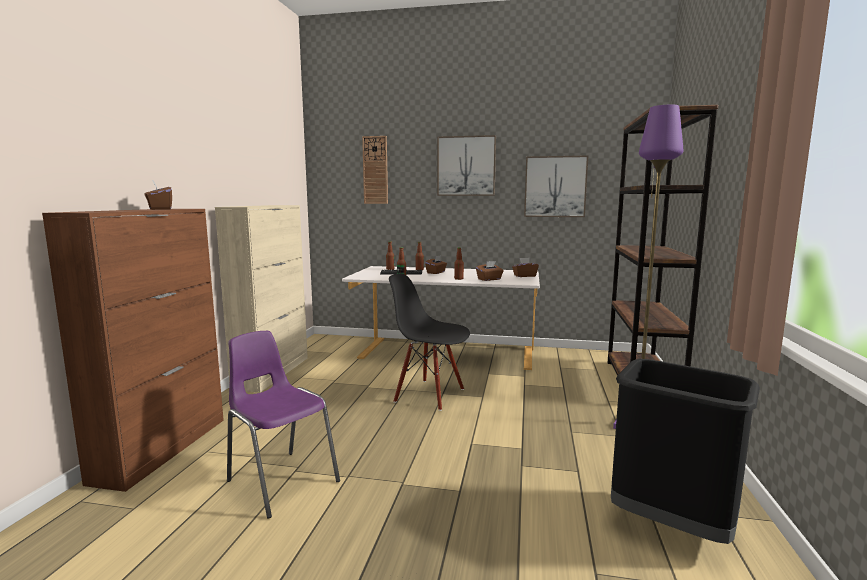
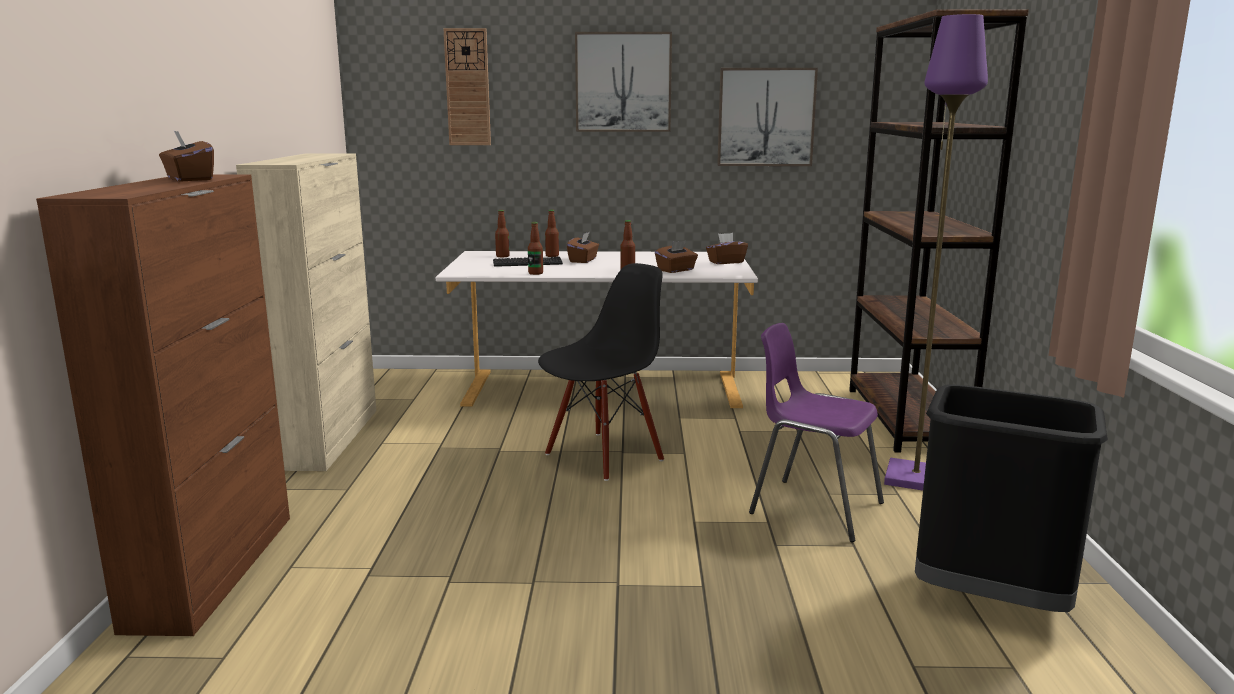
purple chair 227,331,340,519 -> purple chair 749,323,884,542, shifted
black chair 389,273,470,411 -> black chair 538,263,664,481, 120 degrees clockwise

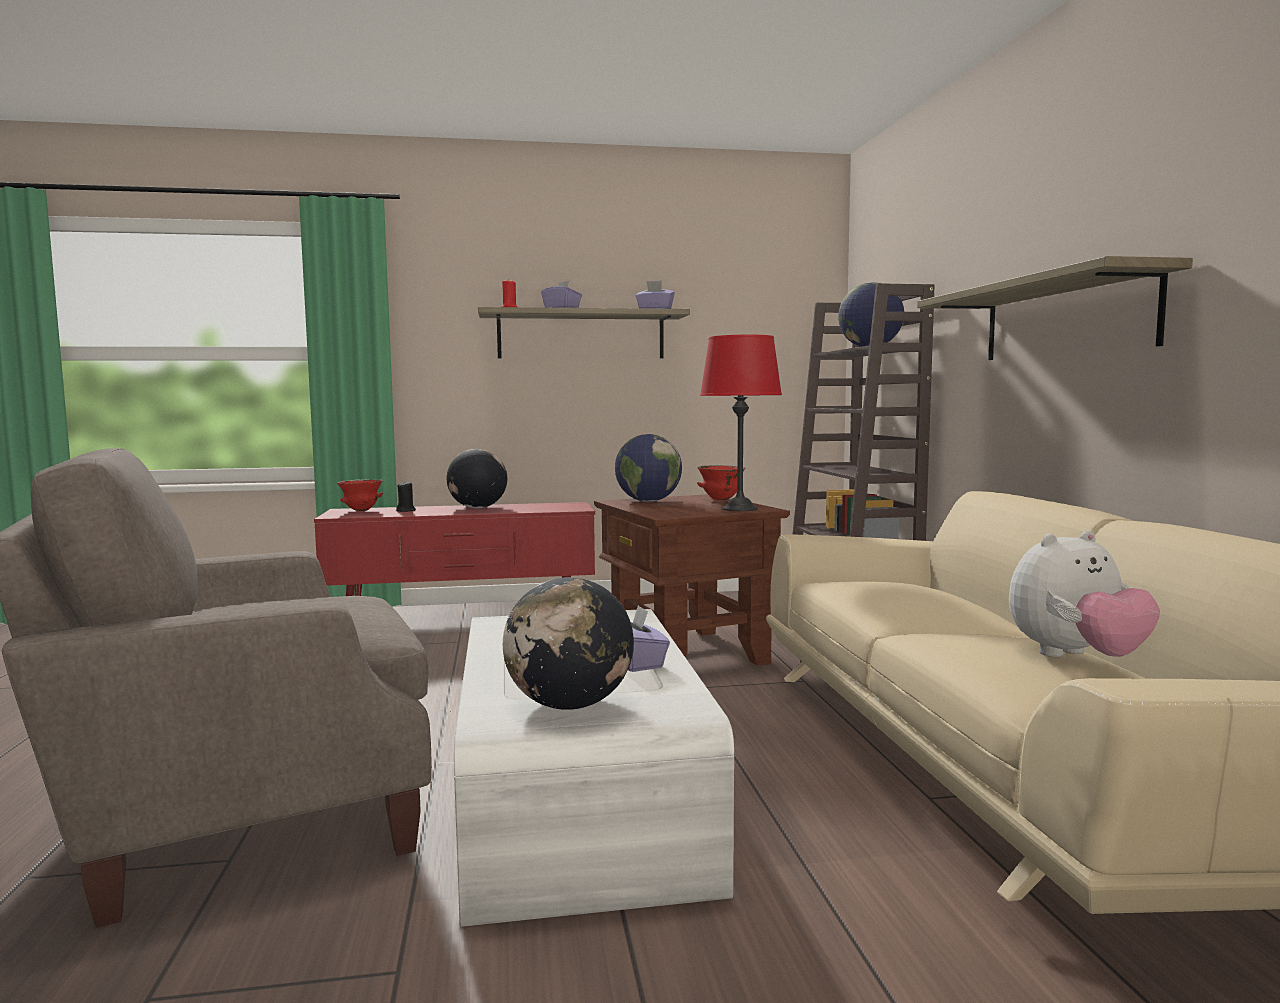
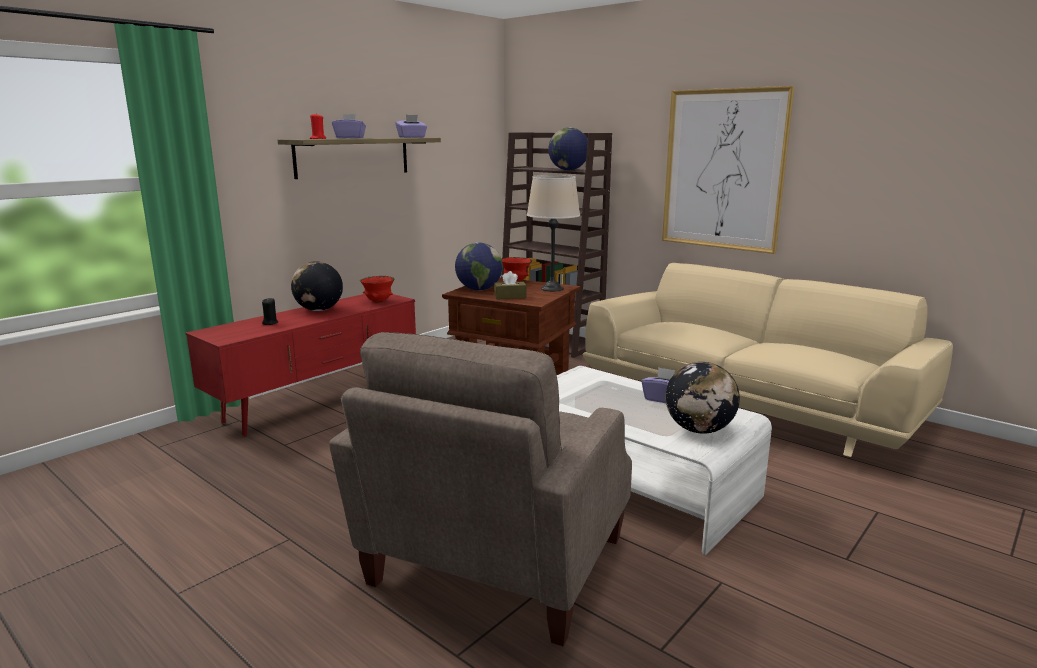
red bowl 337,479,383,511 -> red bowl 360,276,395,302, shifted
red table lamp 700,334,782,511 -> beige table lamp 527,175,580,291
shelf 917,256,1193,360 -> picture 662,86,795,254
plush toy 1009,531,1160,657 -> none
none -> brown tissue box 494,271,527,299

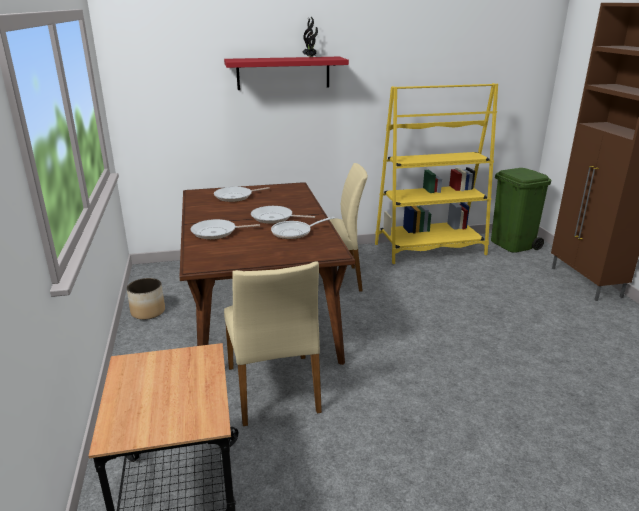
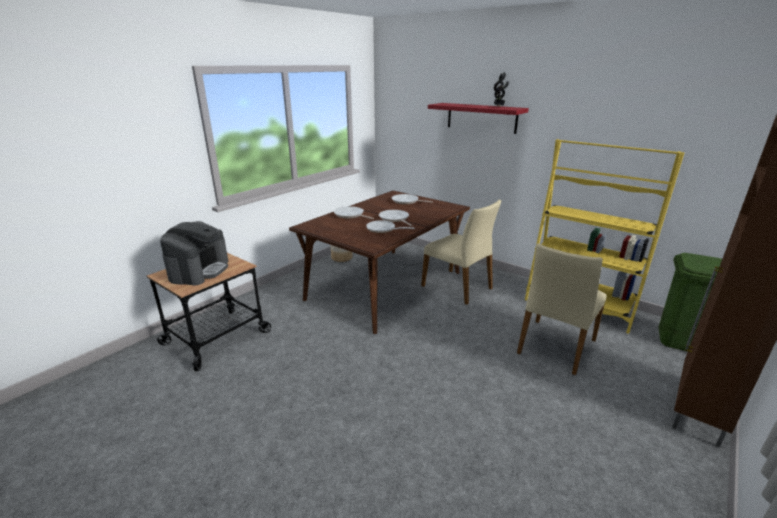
beige chair 224,261,322,426 -> beige chair 517,243,607,375, shifted
none -> coffee machine 160,221,229,286

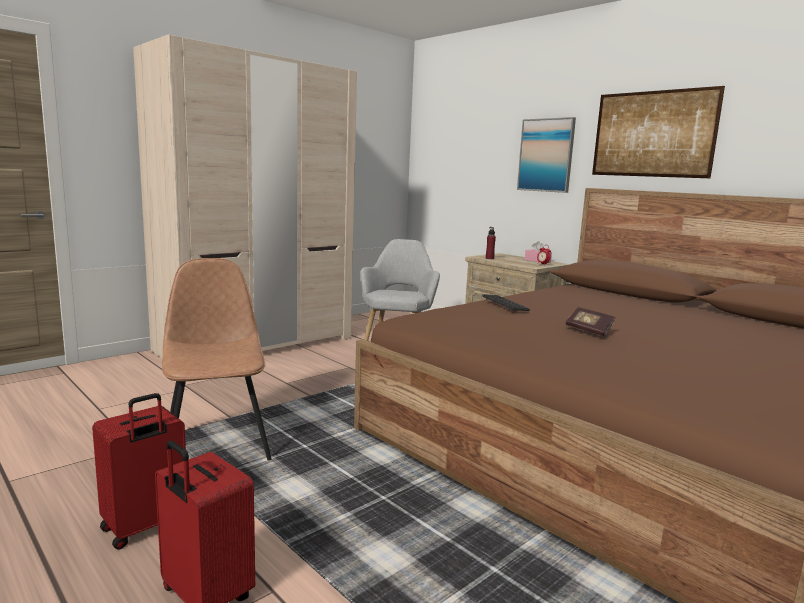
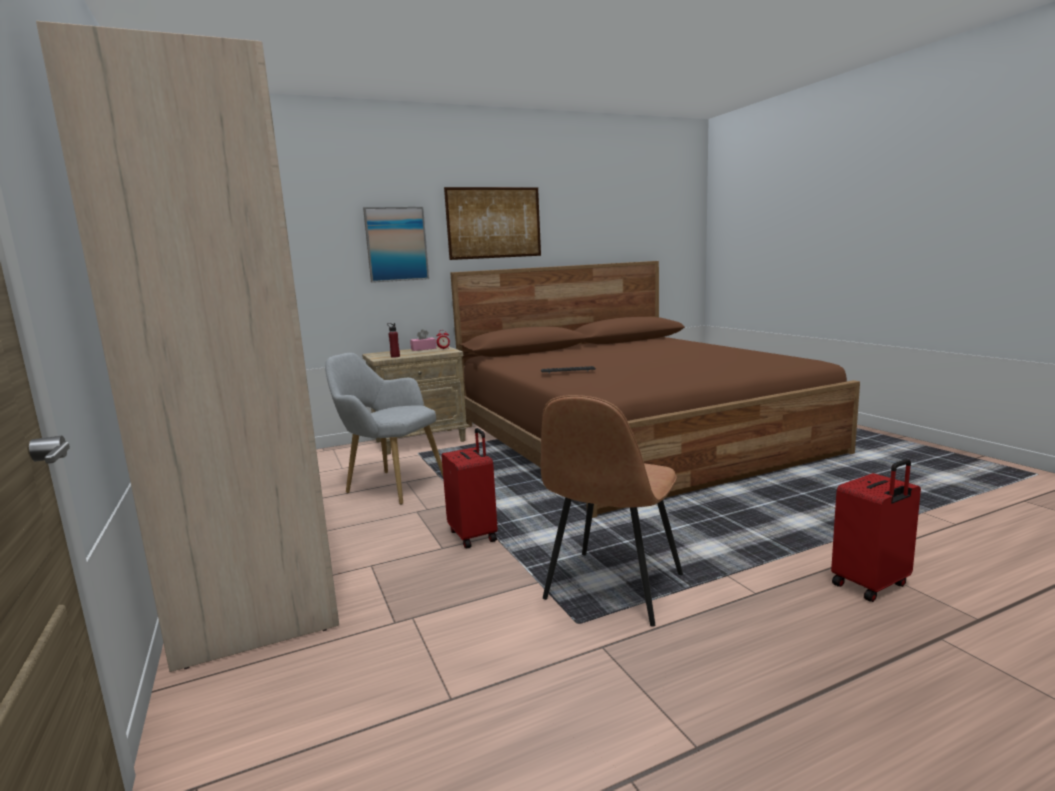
red suitcase 92,393,186,549 -> red suitcase 442,428,498,548, shifted
brown chair 162,258,271,460 -> brown chair 540,395,683,627, 60 degrees counterclockwise
book 566,307,615,336 -> none

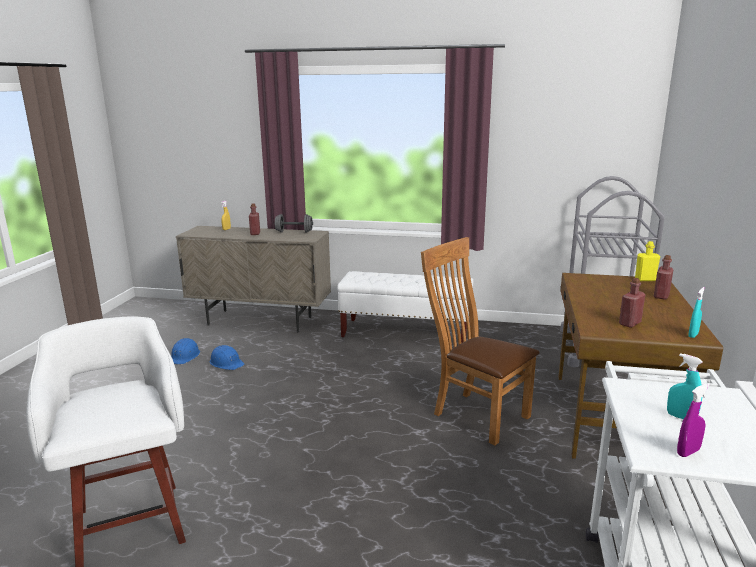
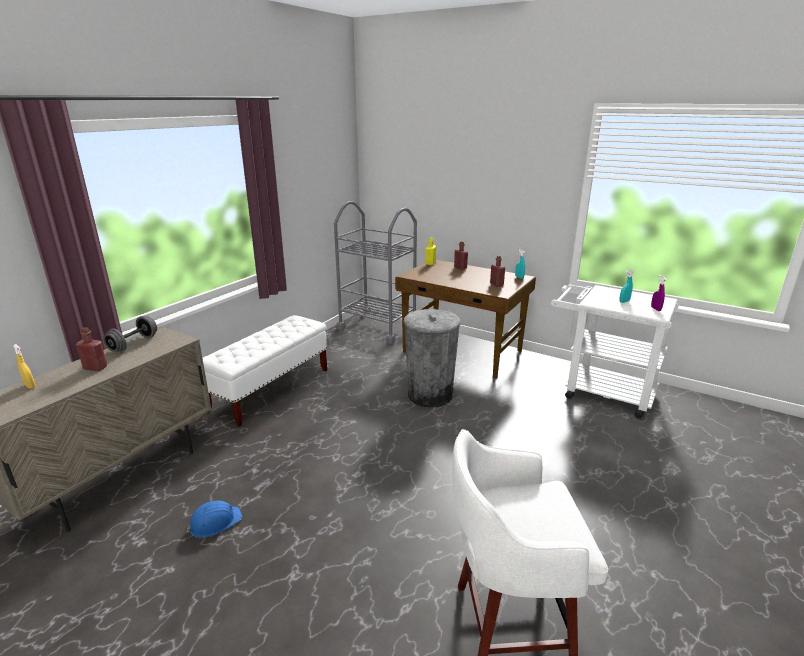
blue hard hat 171,338,200,364 -> none
brown chair 421,237,540,445 -> grey trash can 404,309,461,407

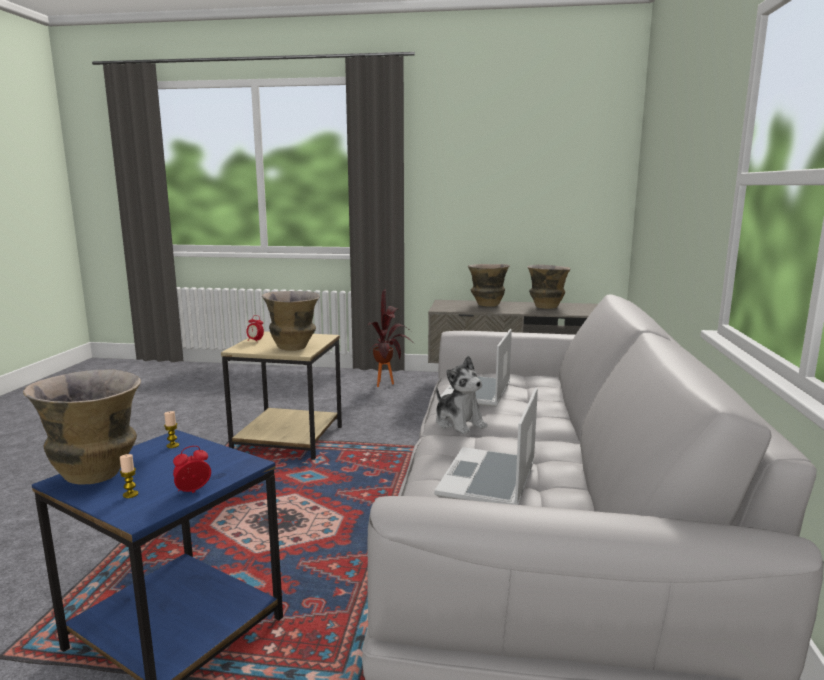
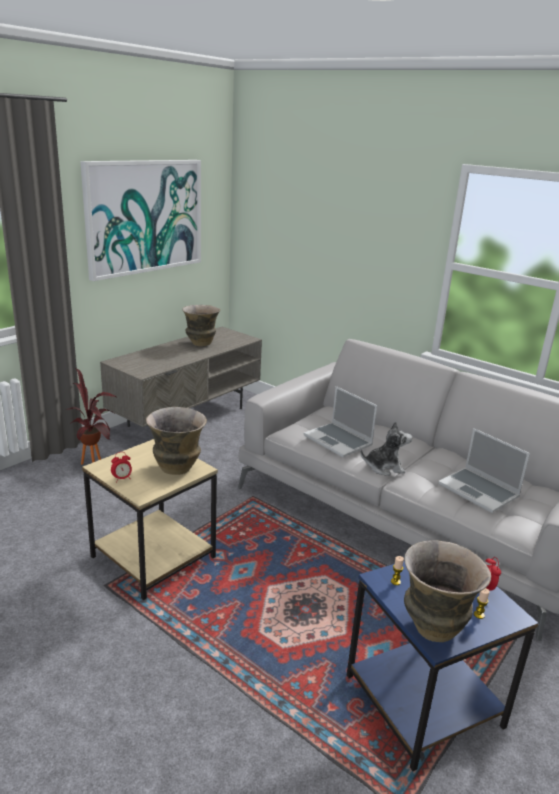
vase 468,264,510,307 -> none
none -> picture 80,160,201,281

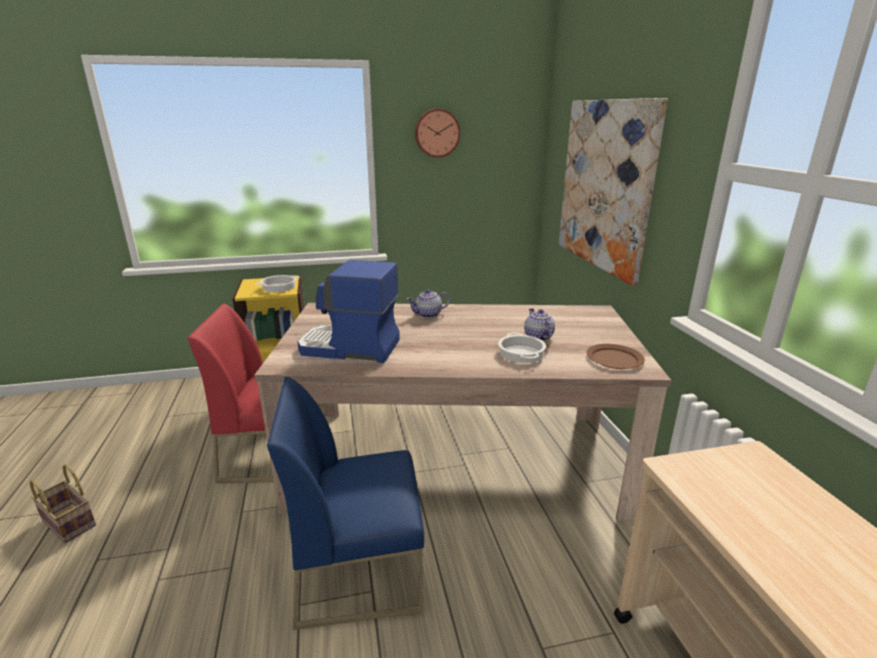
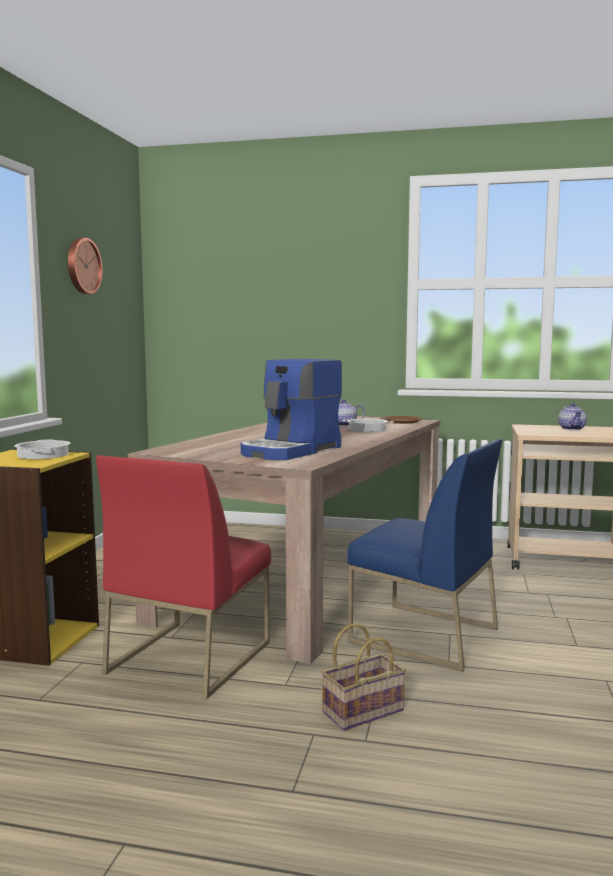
basket 30,464,96,543 -> basket 321,623,406,730, shifted
blue chair 267,377,424,630 -> blue chair 347,439,502,672, 75 degrees counterclockwise
teapot 407,289,450,318 -> teapot 558,403,587,430, shifted
picture 559,98,668,285 -> none

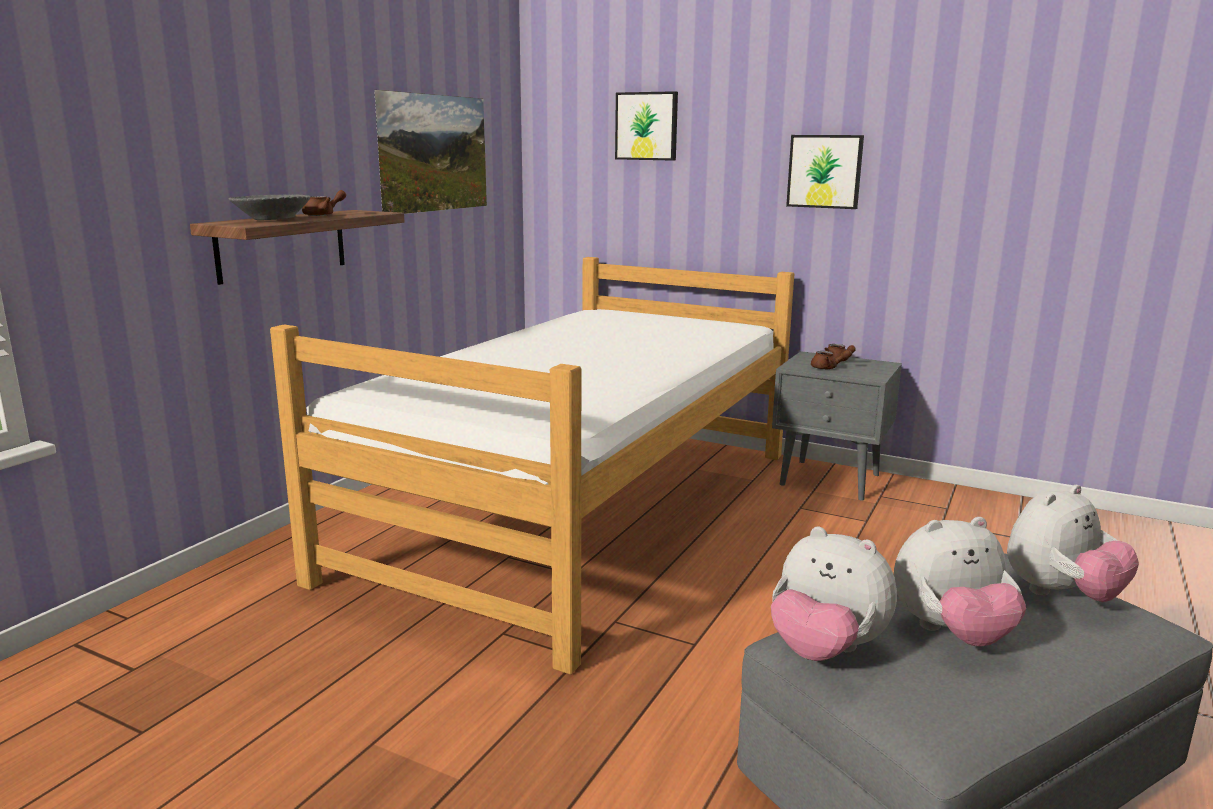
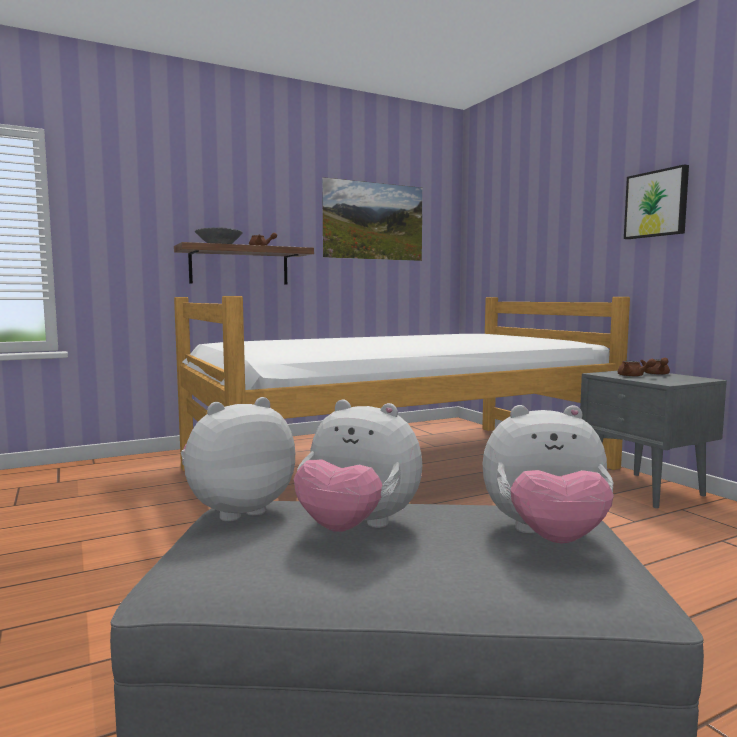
picture 615,91,678,161 -> none
plush toy 771,526,897,661 -> plush toy 181,397,295,522, 75 degrees clockwise

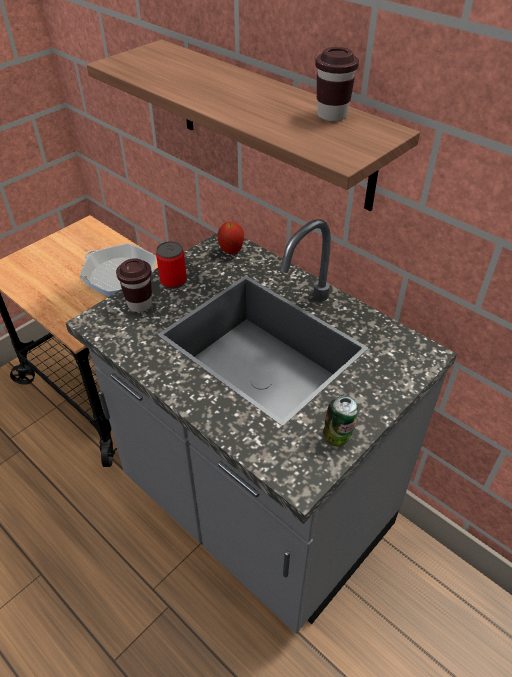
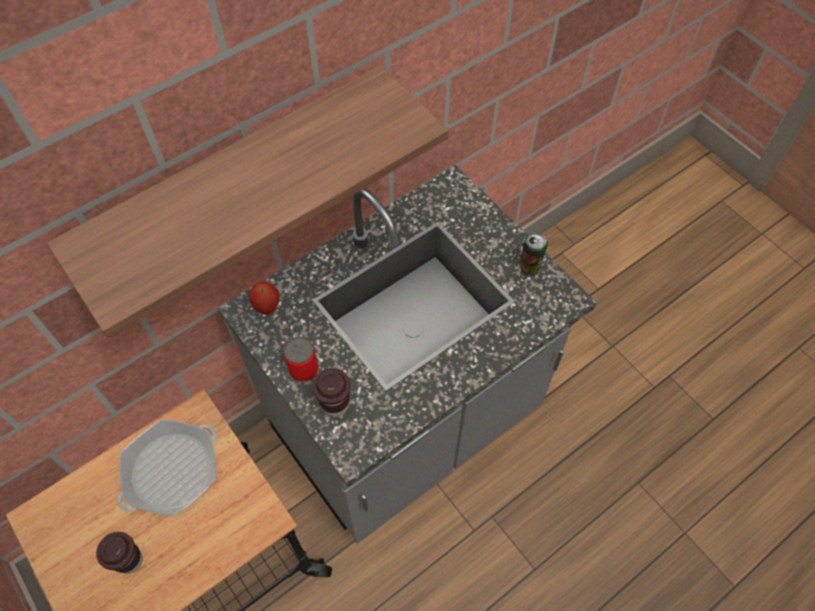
brown cup 315,47,359,121 -> brown cup 96,532,143,574, shifted

